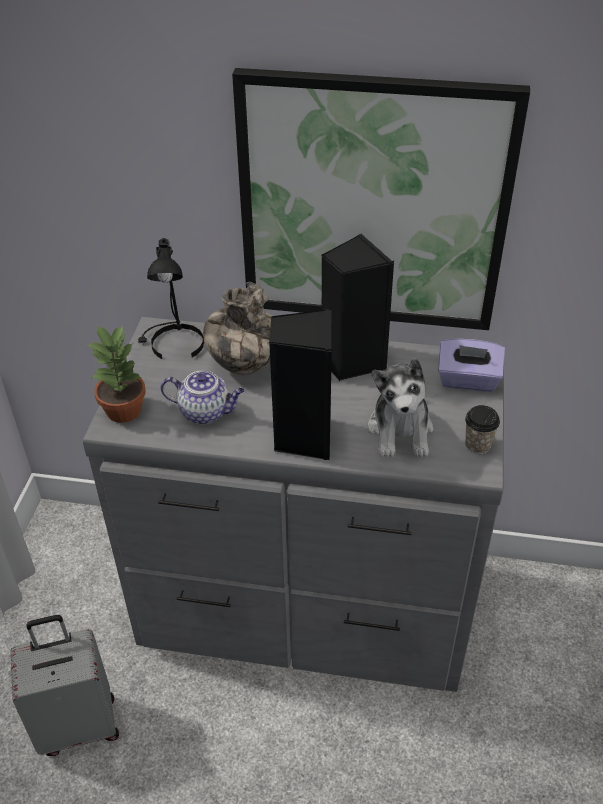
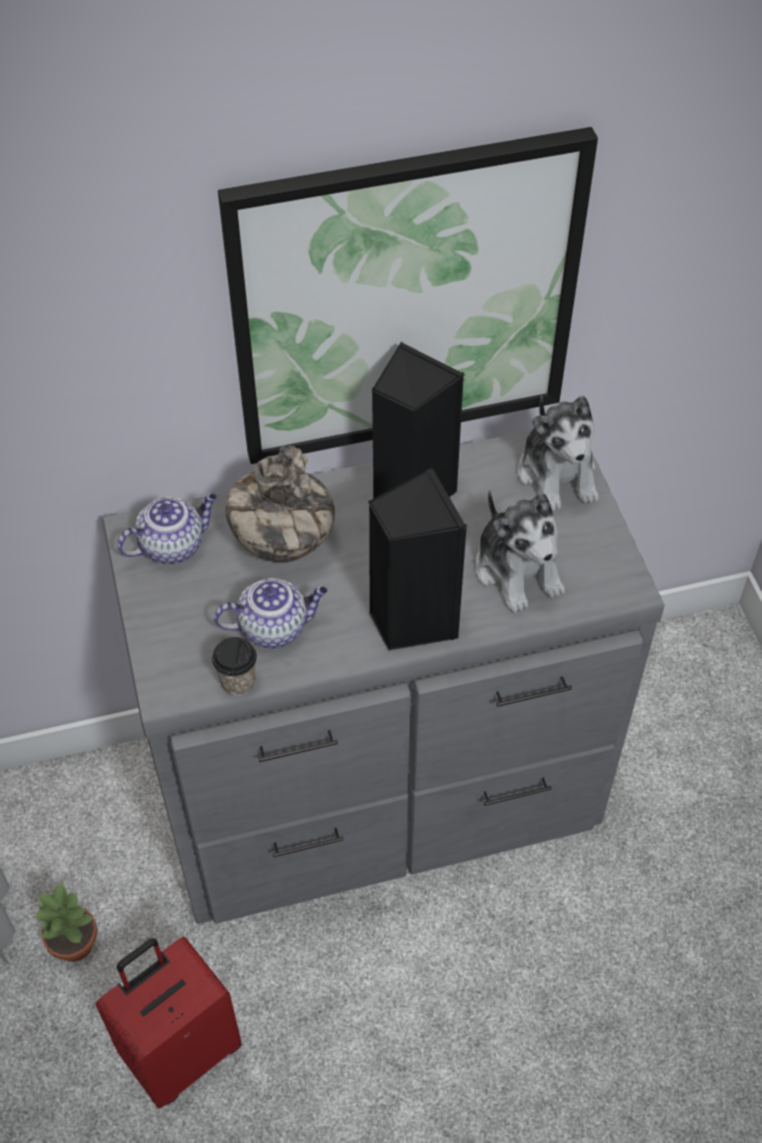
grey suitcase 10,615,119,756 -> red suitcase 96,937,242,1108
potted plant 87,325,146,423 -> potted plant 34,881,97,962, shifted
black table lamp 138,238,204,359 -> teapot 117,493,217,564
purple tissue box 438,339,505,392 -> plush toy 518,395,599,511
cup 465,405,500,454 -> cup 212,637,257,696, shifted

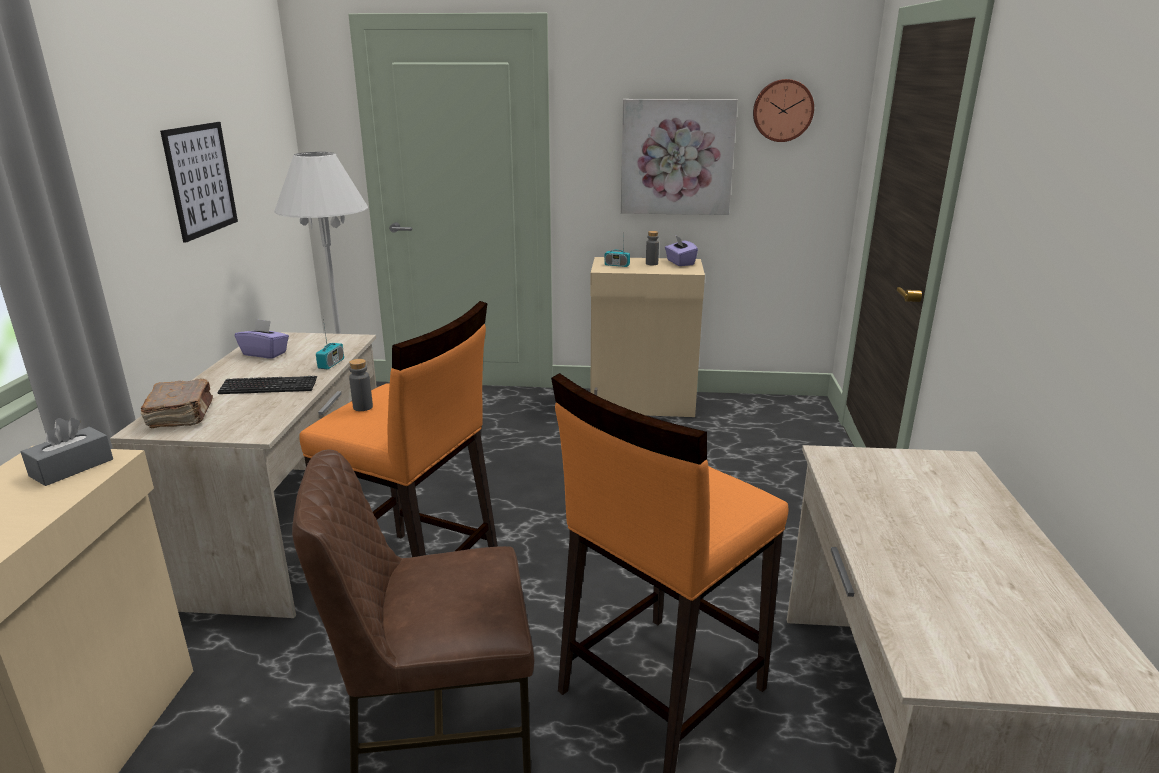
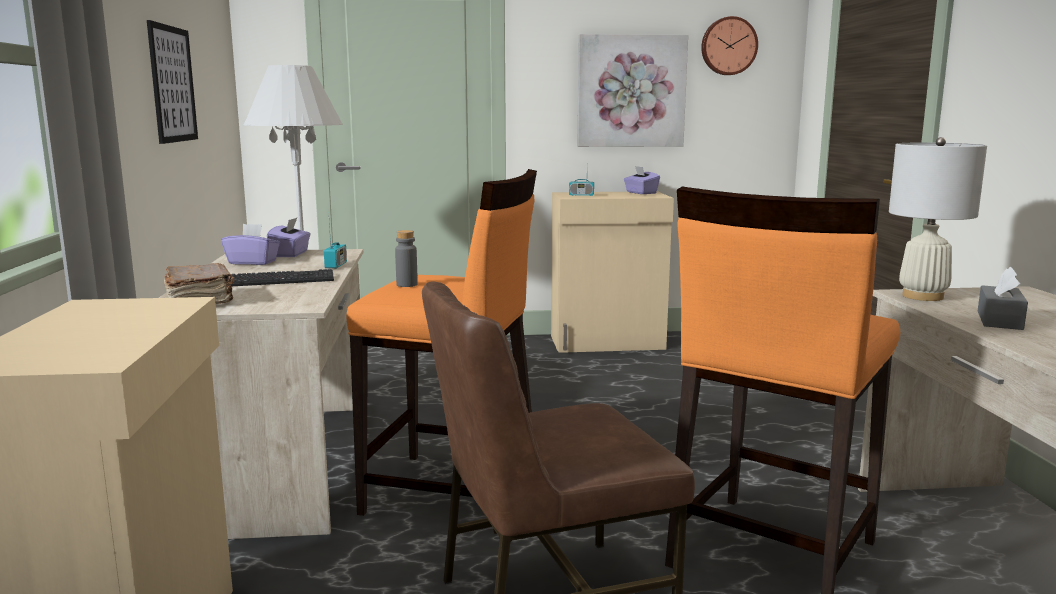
grey tissue box 21,418,113,486 -> grey tissue box 978,267,1028,330, shifted
grey bottle 646,231,659,265 -> none
none -> purple tissue box 267,218,311,257
none -> white table lamp 889,137,987,301

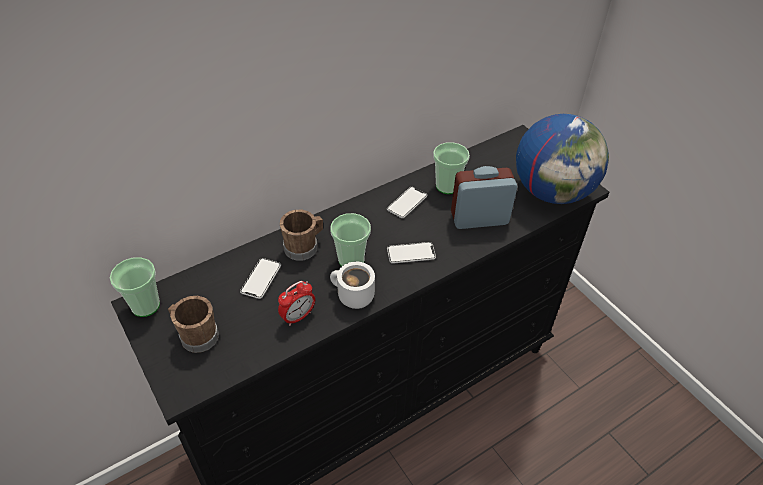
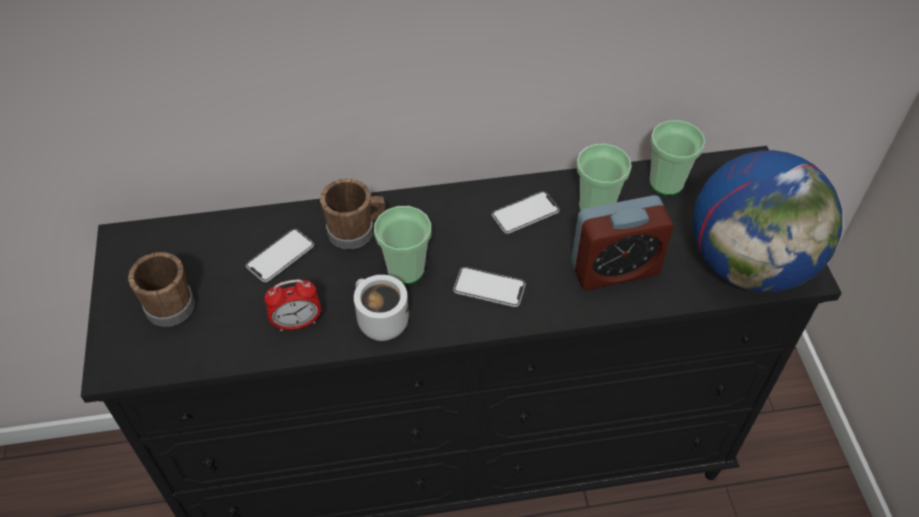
cup 110,257,160,317 -> cup 649,120,705,195, shifted
alarm clock 451,166,518,229 -> alarm clock 571,195,674,290, 150 degrees clockwise

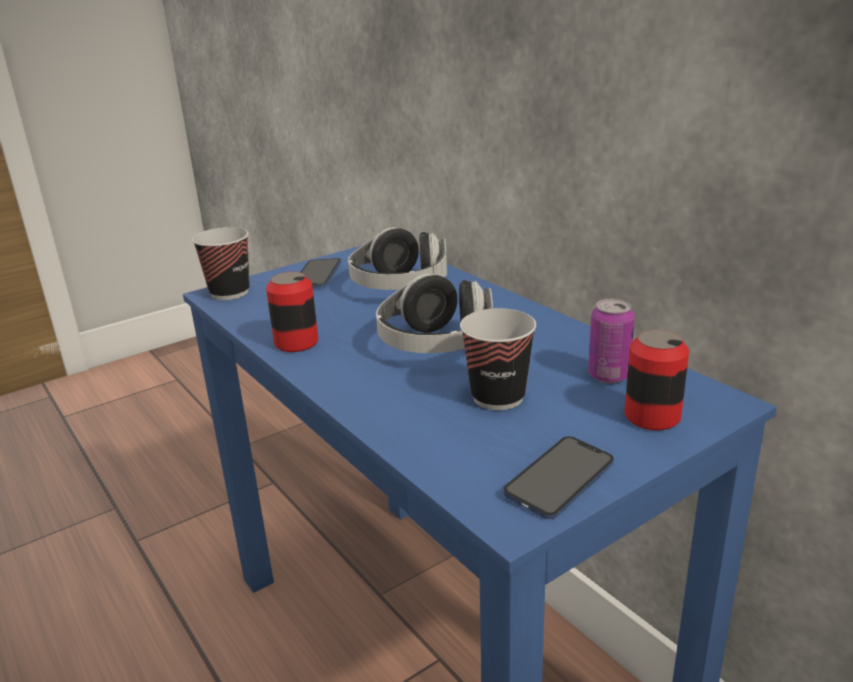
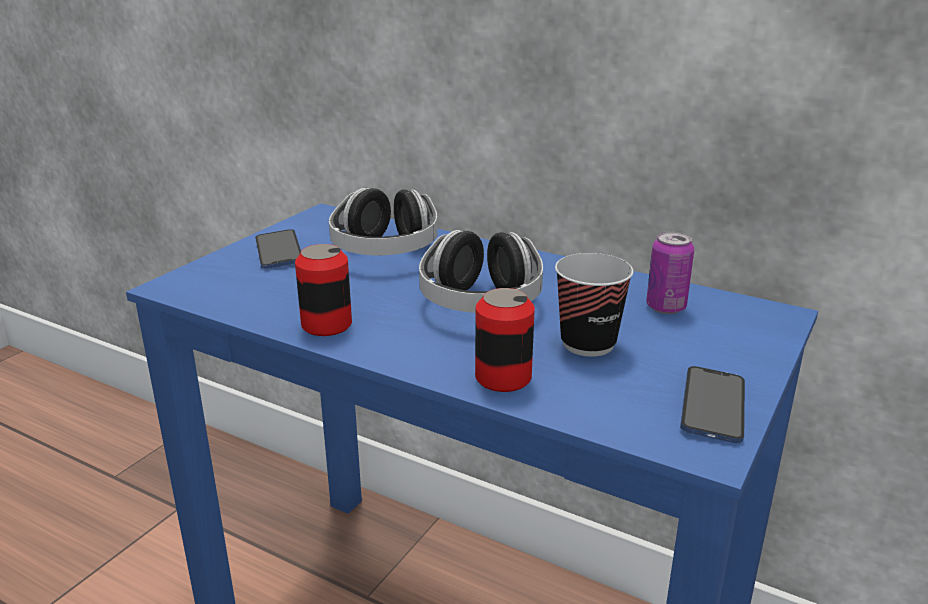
cup 192,227,249,300 -> none
can 625,330,689,430 -> can 475,288,535,392, shifted

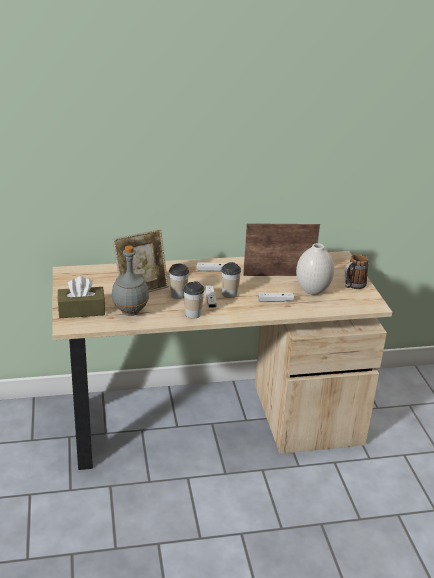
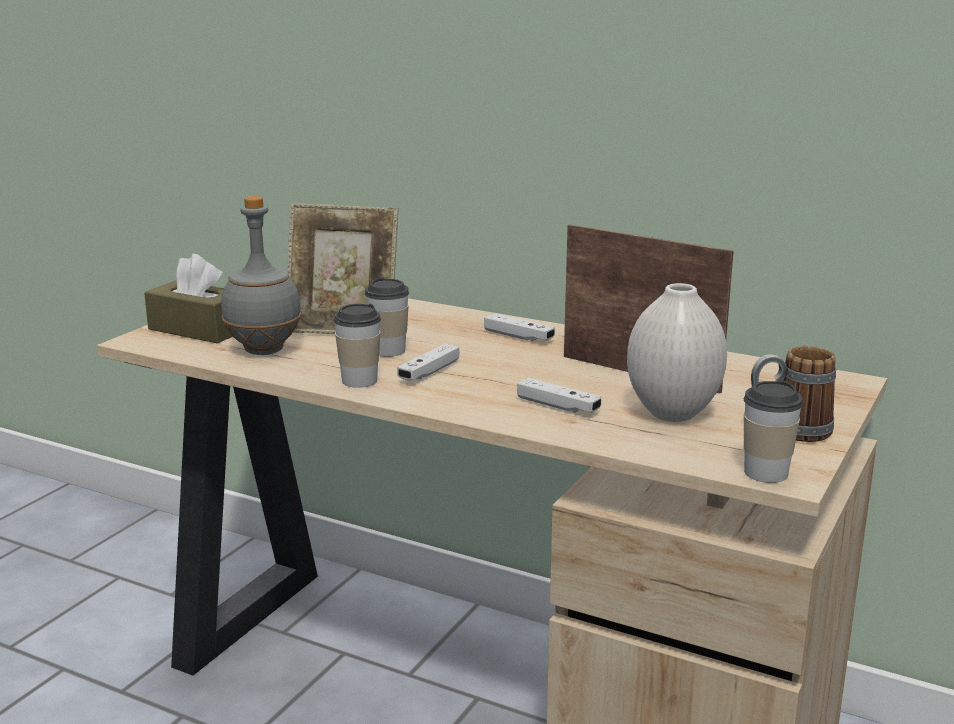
cup 221,262,241,298 -> cup 744,380,803,483, shifted

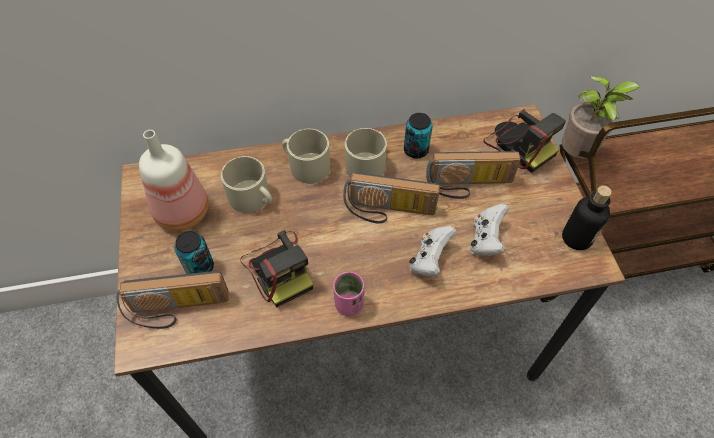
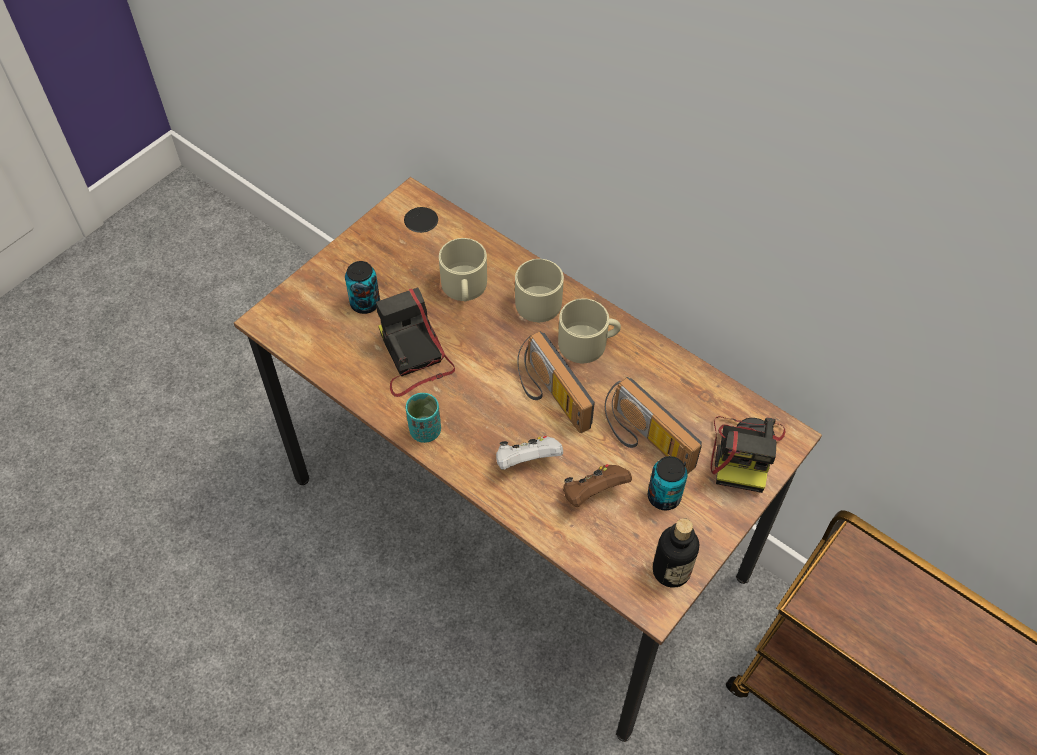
radio 116,271,229,329 -> none
bottle 139,130,209,231 -> none
photo camera 240,230,313,308 -> photo camera 376,287,455,397, 135 degrees clockwise
pink cup 333,272,364,317 -> turquoise cup 406,393,441,443
can 404,113,433,159 -> can 648,456,688,510, shifted
white game controller 470,203,509,256 -> brown game controller 563,464,632,507
potted plant 562,76,640,159 -> none

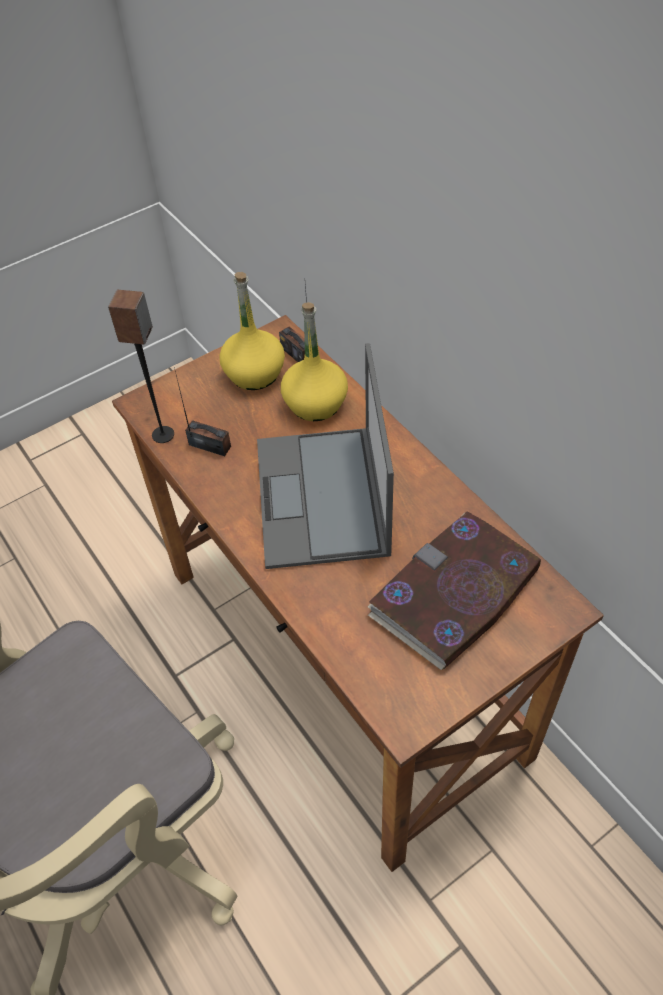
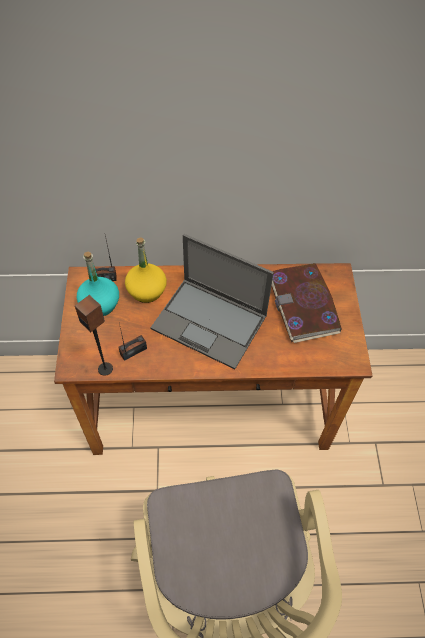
yellow bottle 219,272,285,390 -> turquoise bottle 77,252,119,316

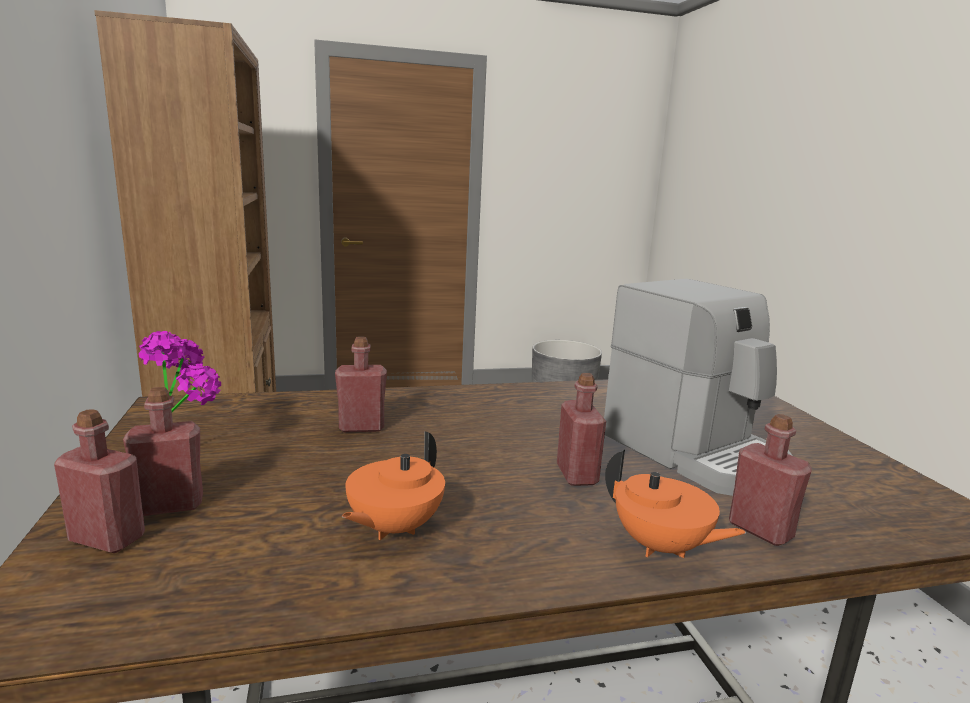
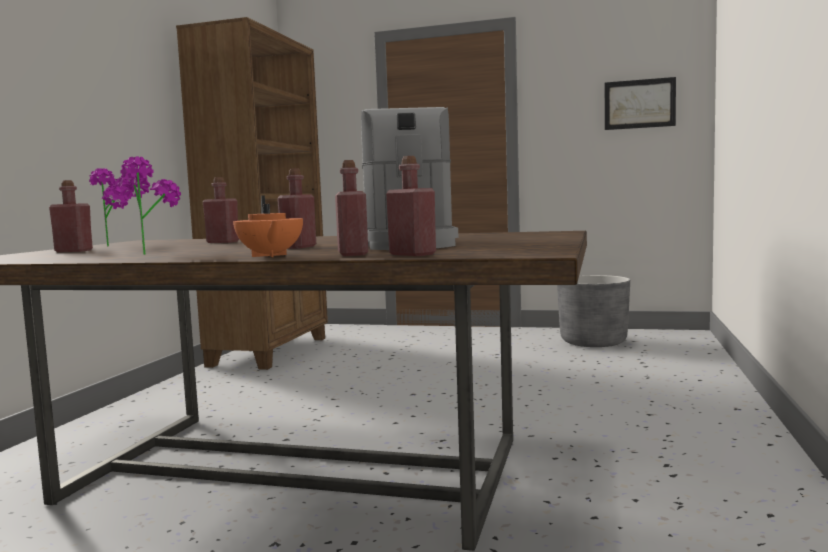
red bottle 54,409,145,553 -> red bottle 386,156,436,256, shifted
orange teapot 342,431,445,540 -> potted plant 118,157,181,255
none -> picture 605,77,676,130

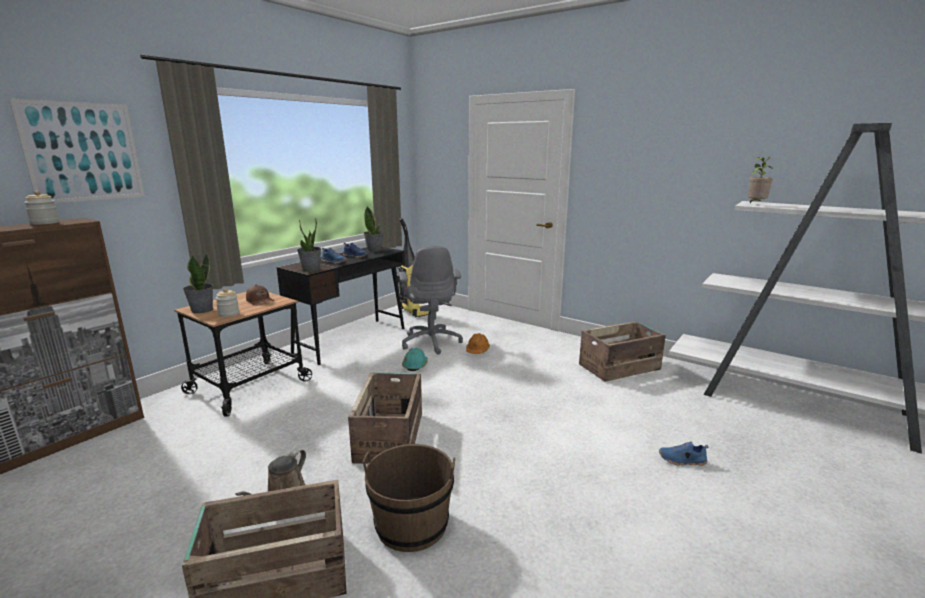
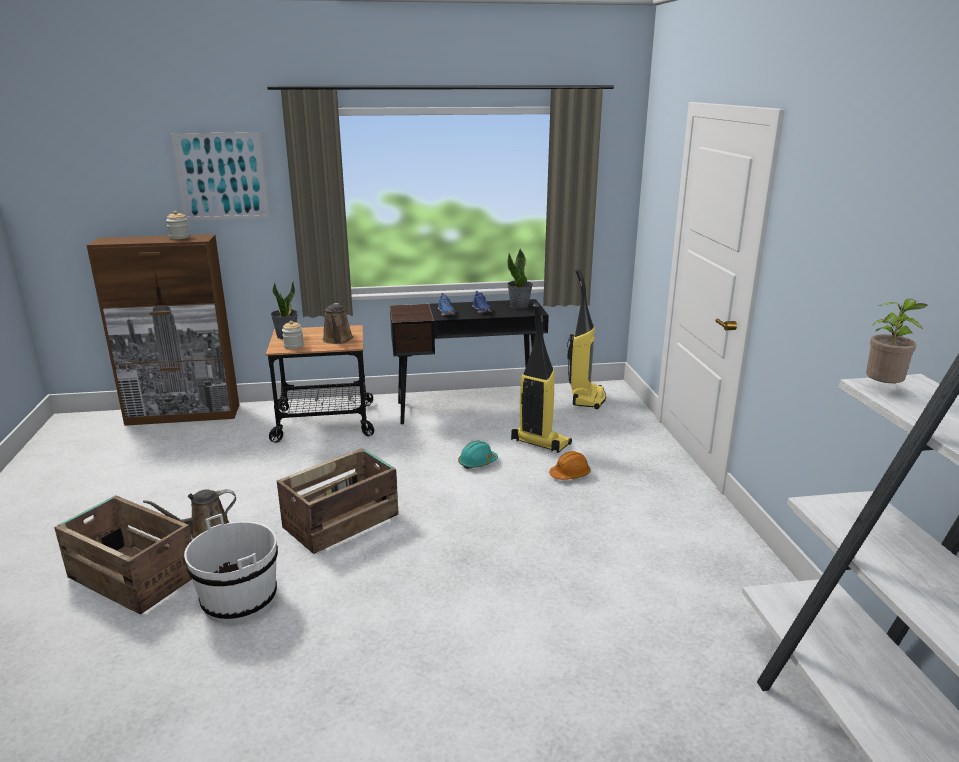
brown cap 246,285,275,306 -> brown watering can 322,303,353,344
potted plant 297,218,321,272 -> none
brown bucket 363,444,455,552 -> white bucket 184,514,278,624
grey office chair 399,246,463,355 -> vacuum cleaner 511,303,572,453
crate 579,321,666,382 -> none
blue shoe 659,441,709,466 -> none

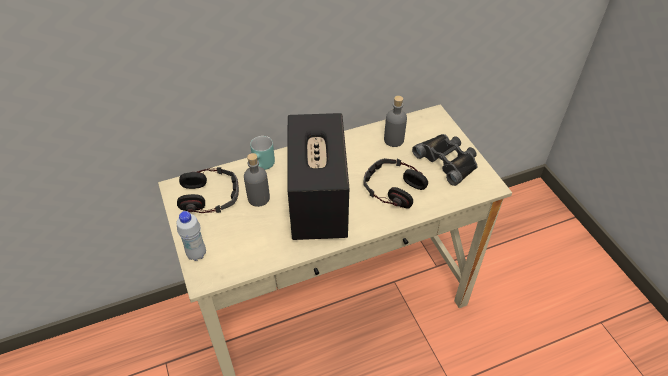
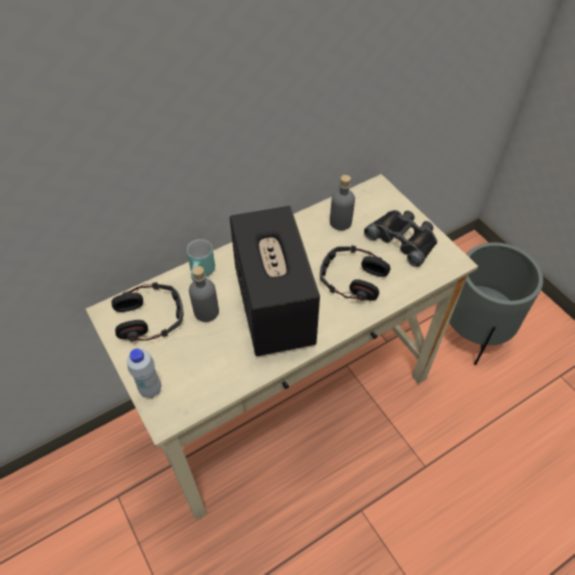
none -> grey planter 449,242,543,365

